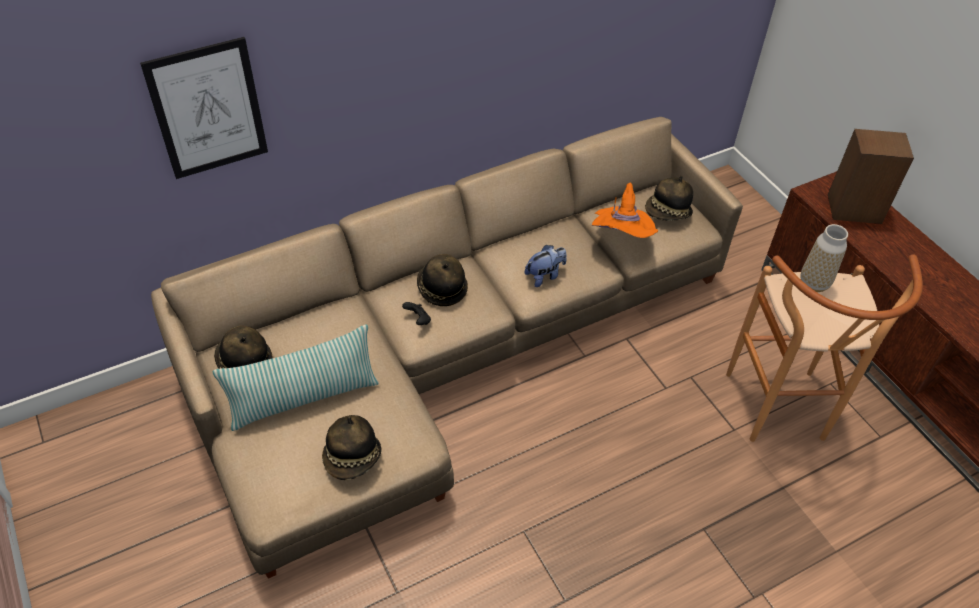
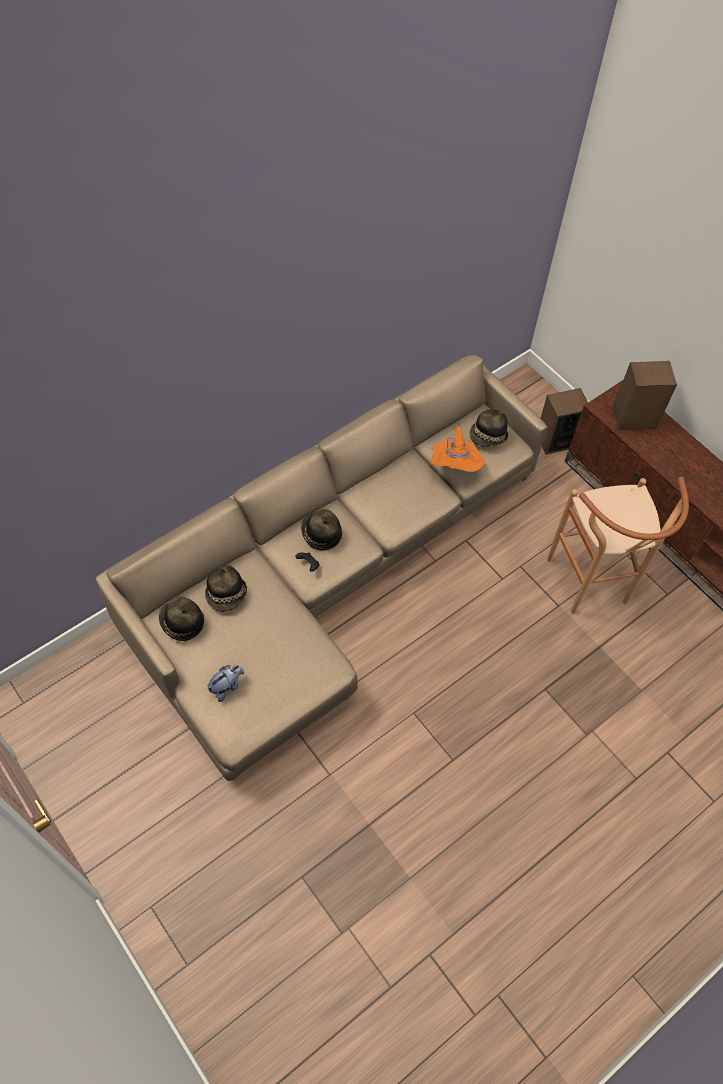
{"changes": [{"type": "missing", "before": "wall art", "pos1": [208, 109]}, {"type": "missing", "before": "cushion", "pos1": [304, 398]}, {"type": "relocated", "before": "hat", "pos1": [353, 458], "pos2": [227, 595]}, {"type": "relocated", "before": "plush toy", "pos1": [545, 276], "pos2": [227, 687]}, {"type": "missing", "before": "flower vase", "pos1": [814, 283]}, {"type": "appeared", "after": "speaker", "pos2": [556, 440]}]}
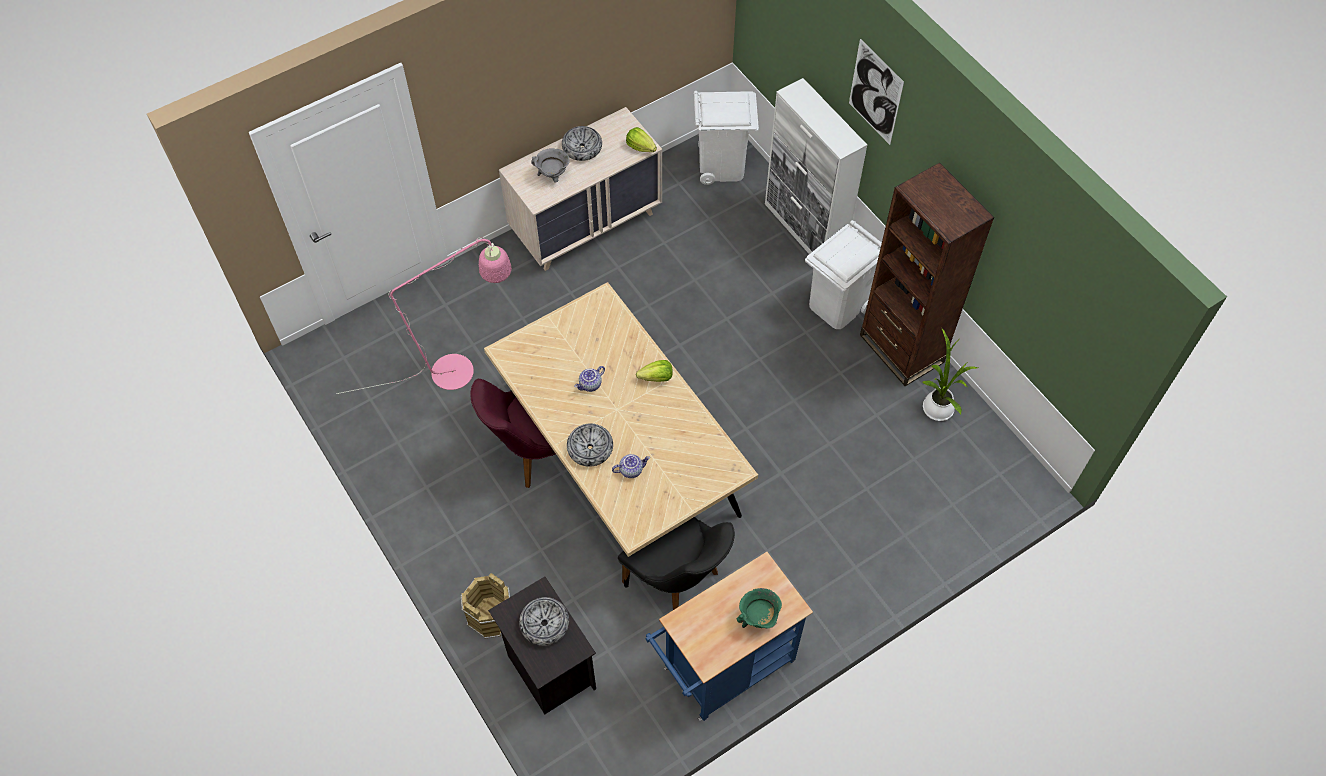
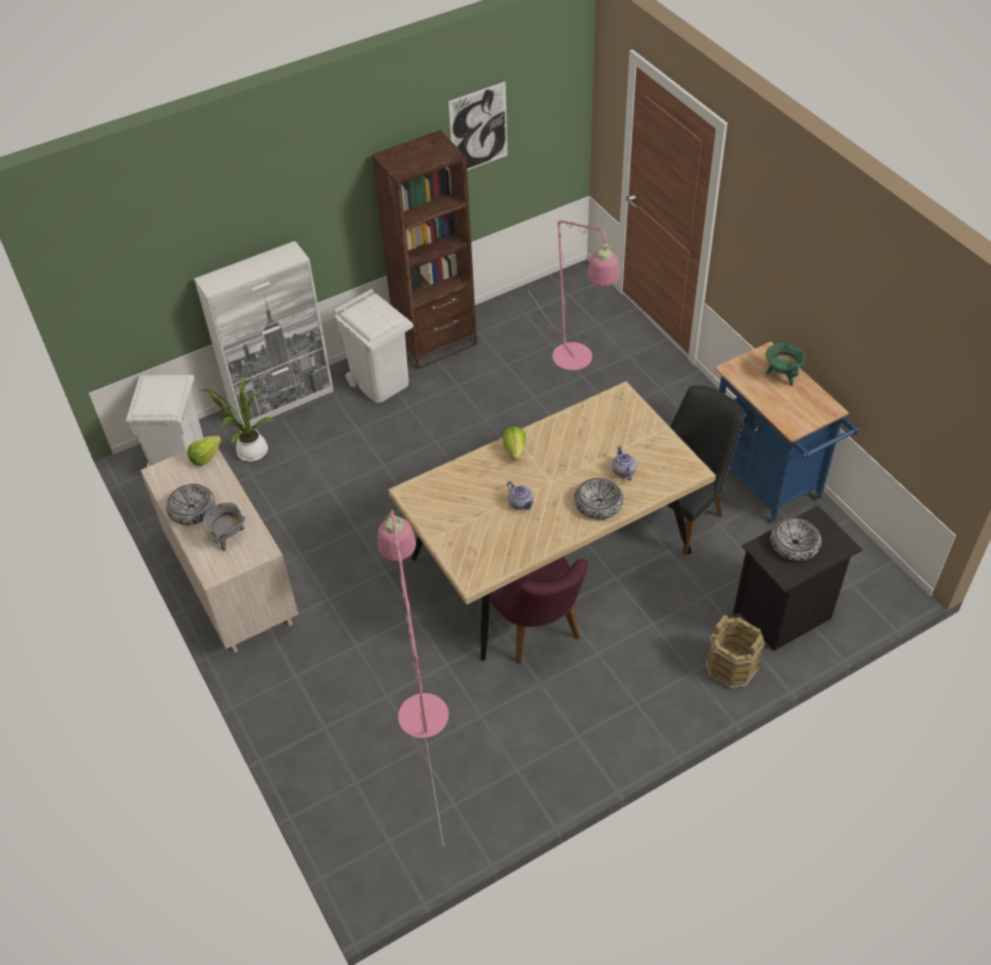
{"changes": [{"type": "relocated", "before": "wall art", "pos1": [875, 92], "pos2": [478, 129]}, {"type": "relocated", "before": "potted plant", "pos1": [937, 406], "pos2": [249, 451]}, {"type": "appeared", "after": "pinkish floor lamp", "pos2": [577, 363]}]}
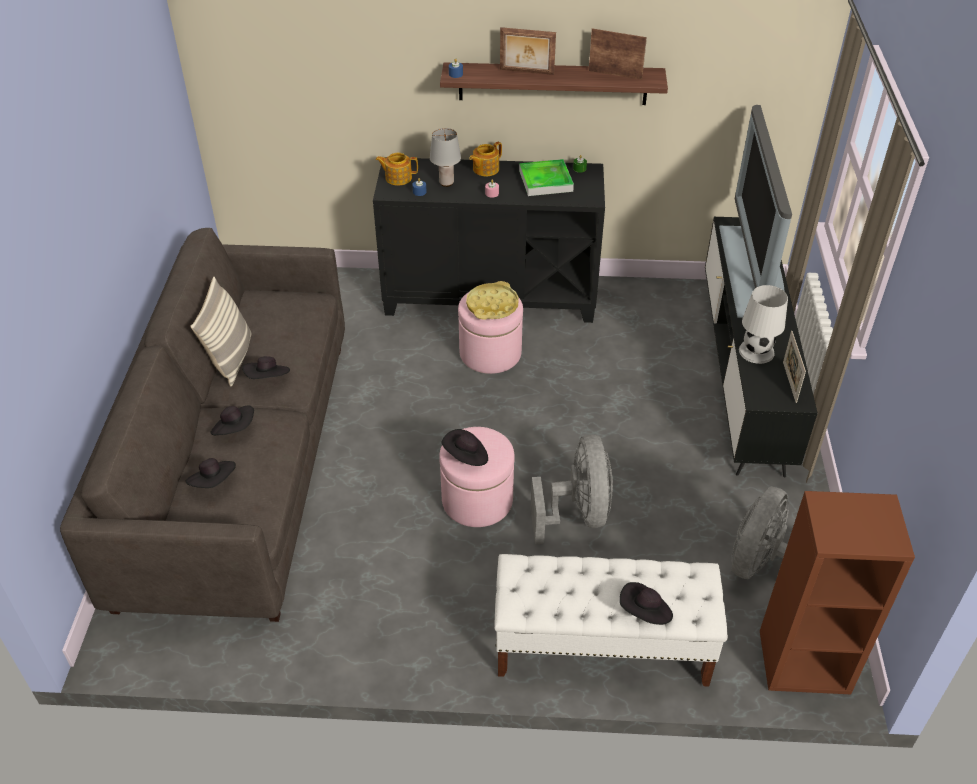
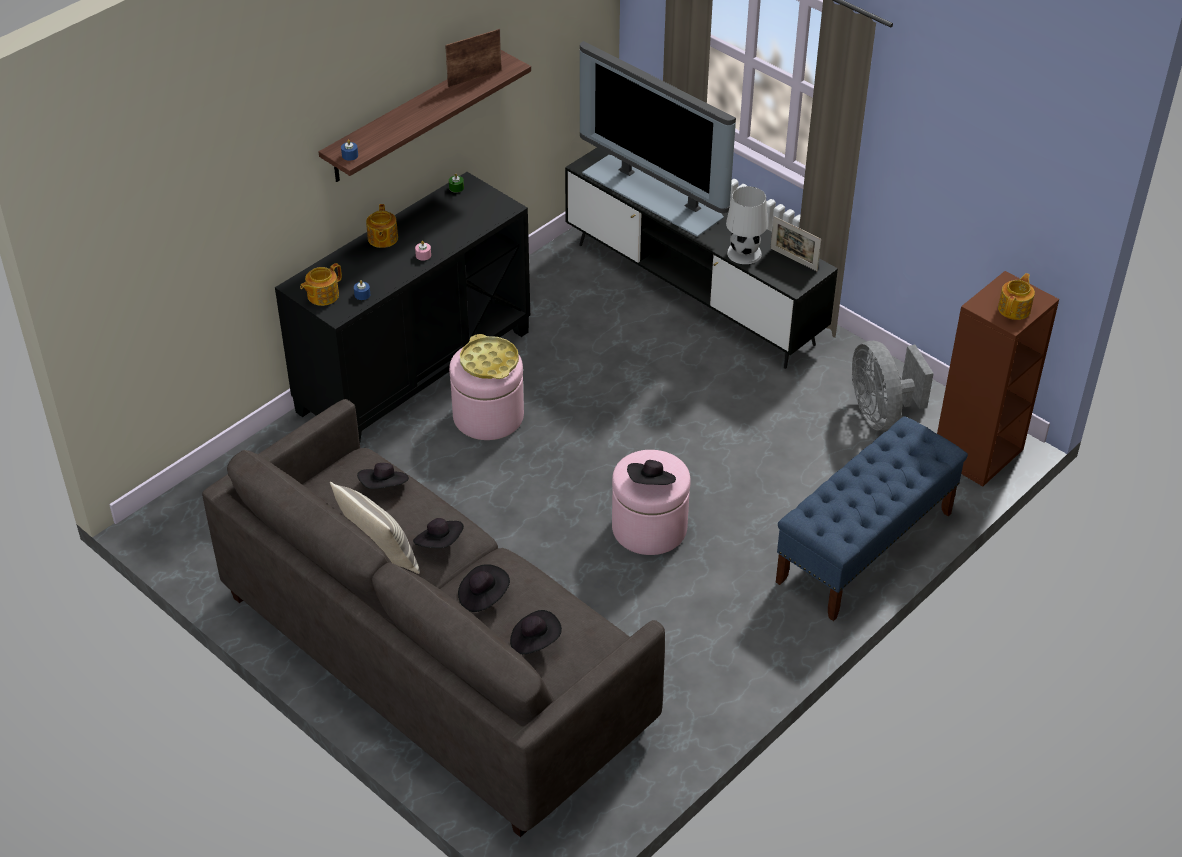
{"changes": [{"type": "missing", "before": "grey table lamp", "pos1": [446, 183]}, {"type": "colour", "before": "white indoor bench", "after": "bluish indoor bench", "pos1": [601, 647], "pos2": [864, 548]}, {"type": "missing", "before": "standing frame", "pos1": [526, 72]}, {"type": "missing", "before": "serving tray", "pos1": [545, 181]}, {"type": "missing", "before": "grey cooling fan", "pos1": [577, 514]}, {"type": "relocated", "before": "blackish hat", "pos1": [645, 613], "pos2": [384, 487]}, {"type": "appeared", "after": "teapot", "pos2": [1015, 309]}]}
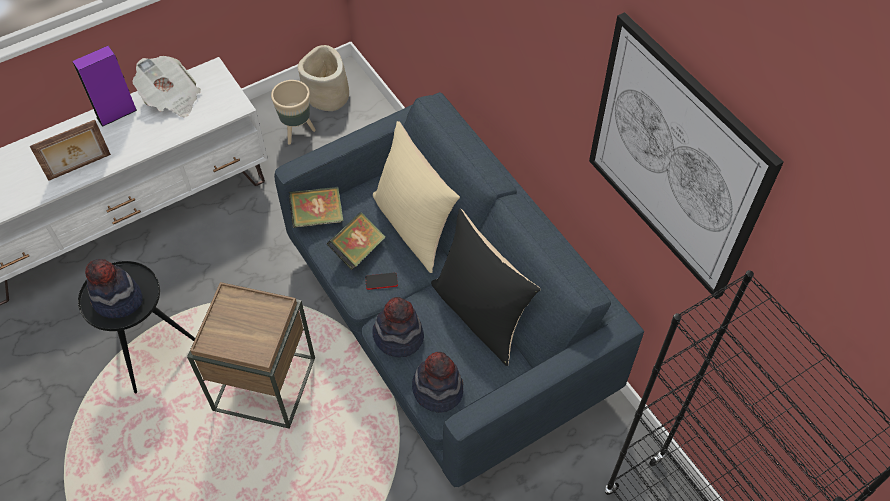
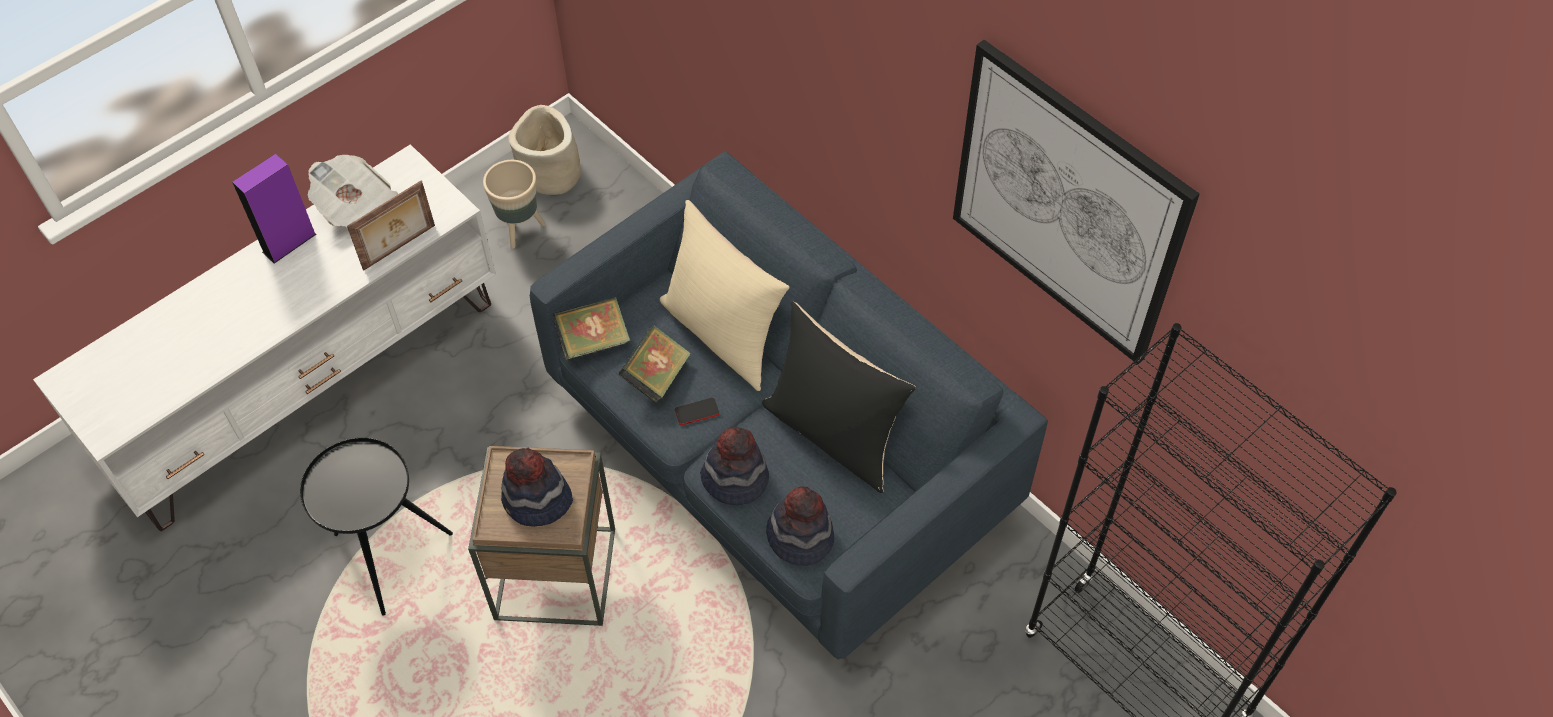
{"changes": [{"type": "relocated", "before": "standing frame", "pos1": [80, 168], "pos2": [400, 248]}, {"type": "relocated", "before": "hat", "pos1": [117, 300], "pos2": [537, 501]}]}
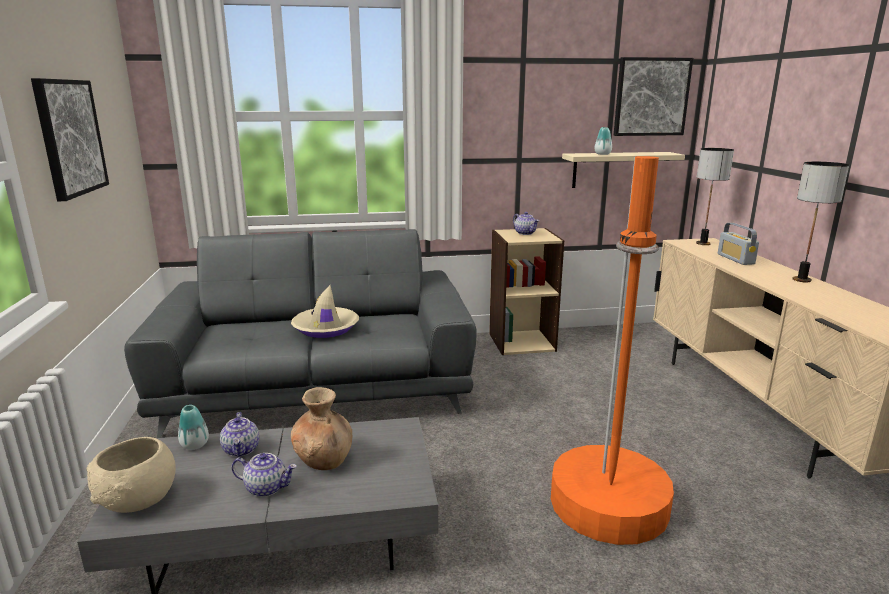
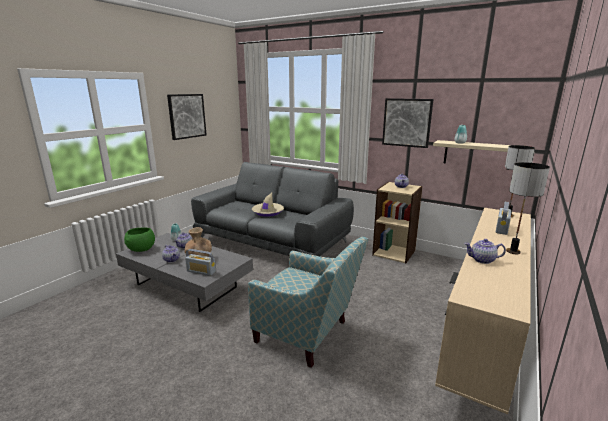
{"changes": [{"type": "colour", "before": "sand-coloured bowl", "after": "greenish bowl", "pos1": [137, 501], "pos2": [141, 249]}, {"type": "exchanged", "before": "orange floor lamp", "after": "armchair", "pos1": [609, 504], "pos2": [309, 335]}, {"type": "relocated", "before": "wall art", "pos1": [651, 97], "pos2": [407, 122]}, {"type": "appeared", "after": "radio receiver", "pos2": [201, 271]}, {"type": "appeared", "after": "teapot", "pos2": [482, 260]}]}
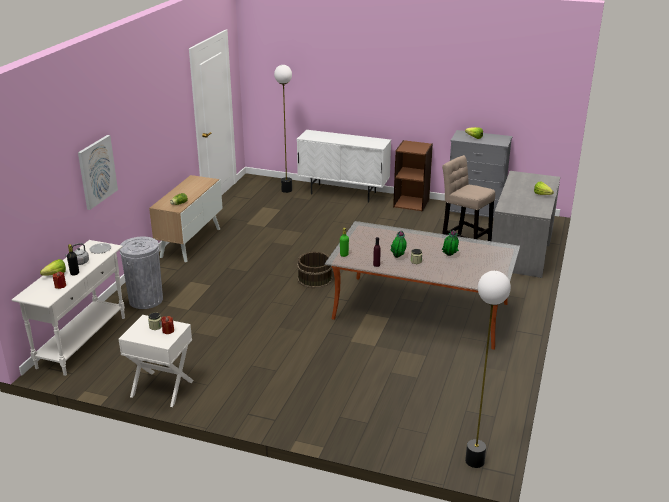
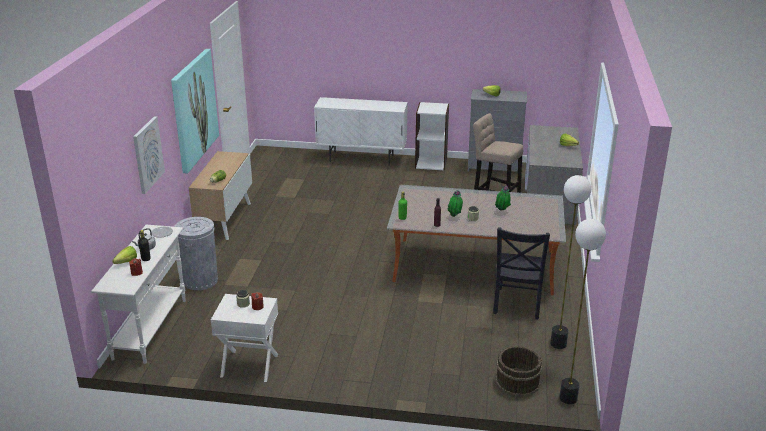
{"changes": [{"type": "relocated", "before": "floor lamp", "pos1": [286, 190], "pos2": [558, 344]}, {"type": "relocated", "before": "brown bucket", "pos1": [314, 279], "pos2": [517, 381]}, {"type": "colour", "before": "brown bookshelf", "after": "white bookshelf", "pos1": [411, 203], "pos2": [431, 163]}, {"type": "appeared", "after": "wall art", "pos2": [193, 109]}, {"type": "appeared", "after": "blackish upright chair", "pos2": [517, 305]}]}
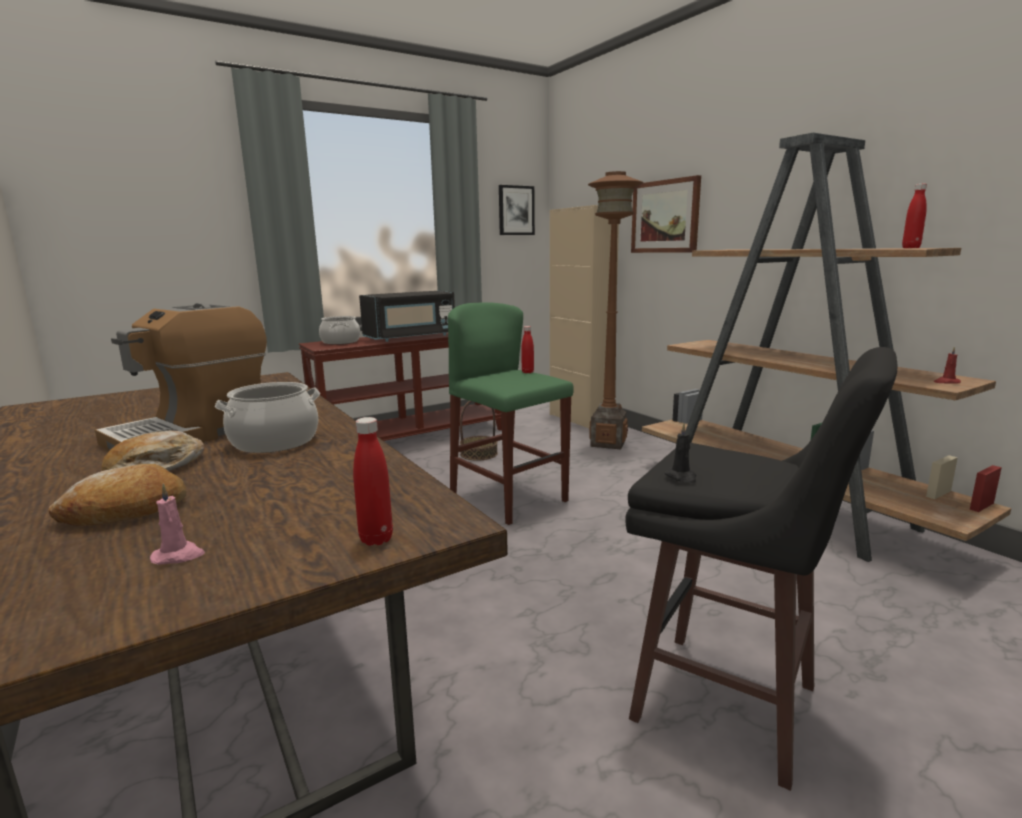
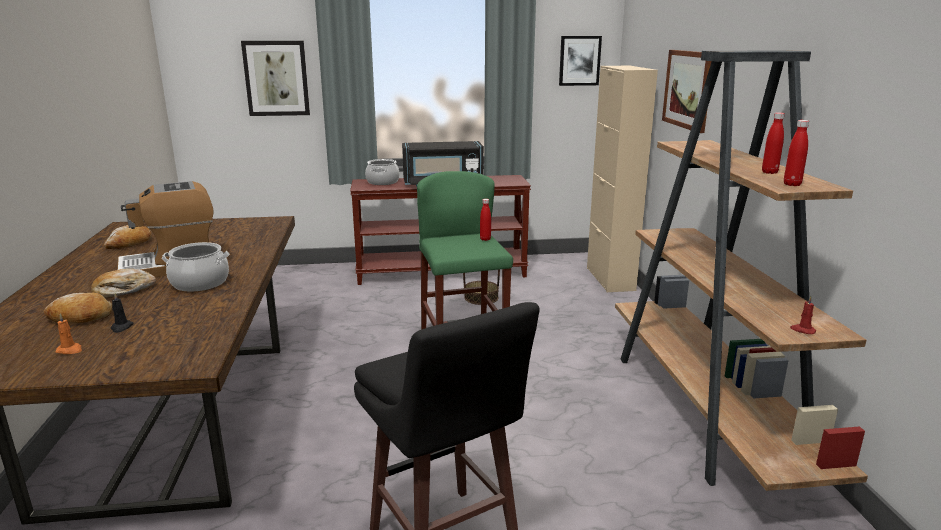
{"changes": [{"type": "colour", "before": "pinkish candle", "after": "orange candle", "pos1": [179, 556], "pos2": [70, 350]}, {"type": "relocated", "before": "reddish drink bottle", "pos1": [376, 539], "pos2": [769, 172]}, {"type": "missing", "before": "brown floor lamp", "pos1": [607, 443]}, {"type": "relocated", "before": "blackish candle", "pos1": [681, 477], "pos2": [121, 327]}, {"type": "appeared", "after": "bread", "pos2": [130, 243]}, {"type": "appeared", "after": "wall art", "pos2": [276, 78]}]}
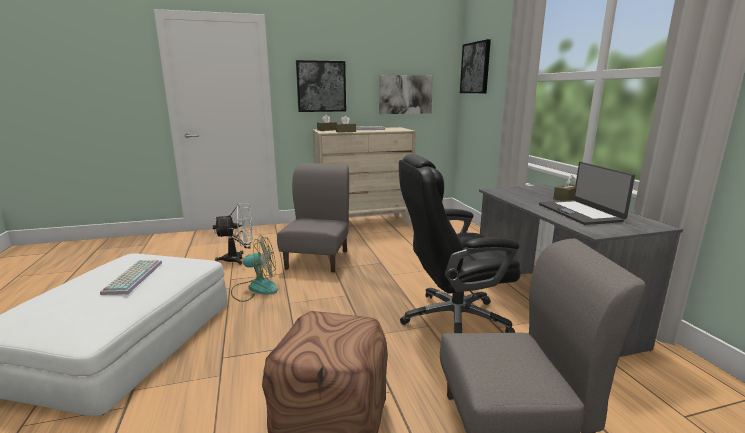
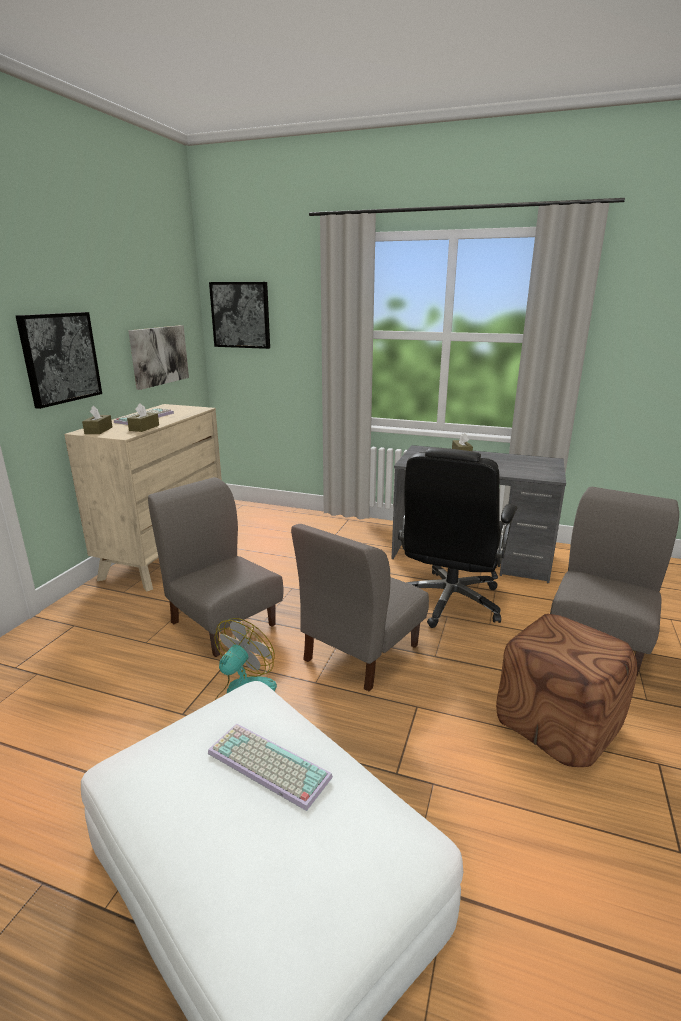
{"changes": [{"type": "missing", "before": "white cooling fan", "pos1": [238, 259]}, {"type": "missing", "before": "laptop", "pos1": [580, 212]}, {"type": "appeared", "after": "grey upright chair", "pos2": [360, 652]}]}
